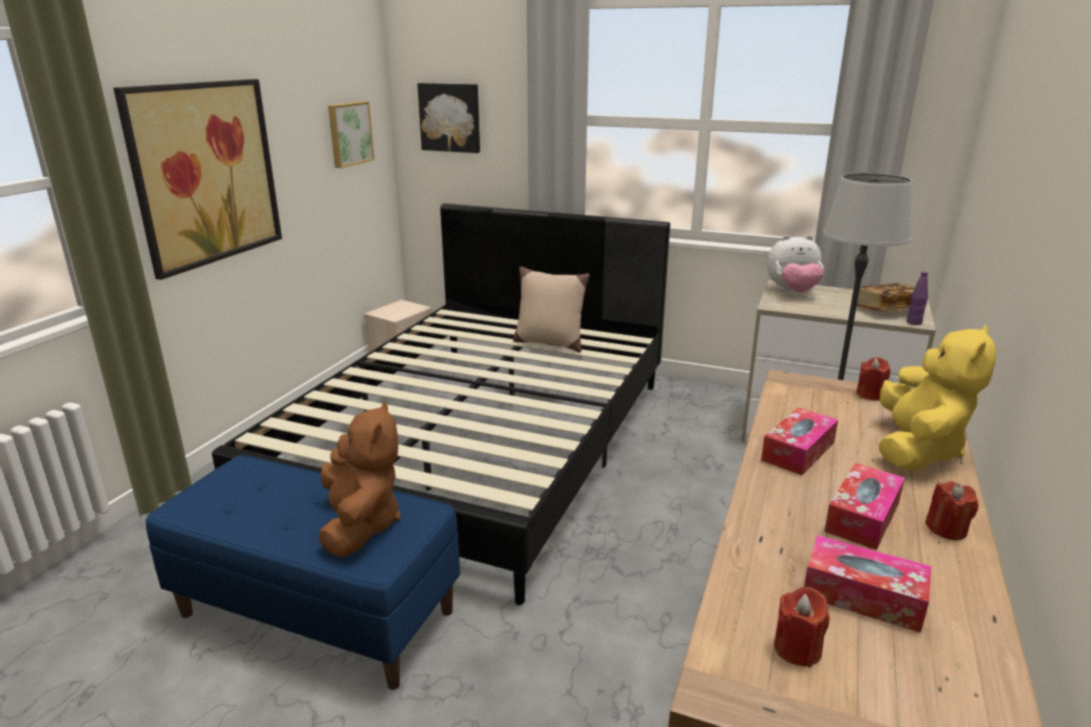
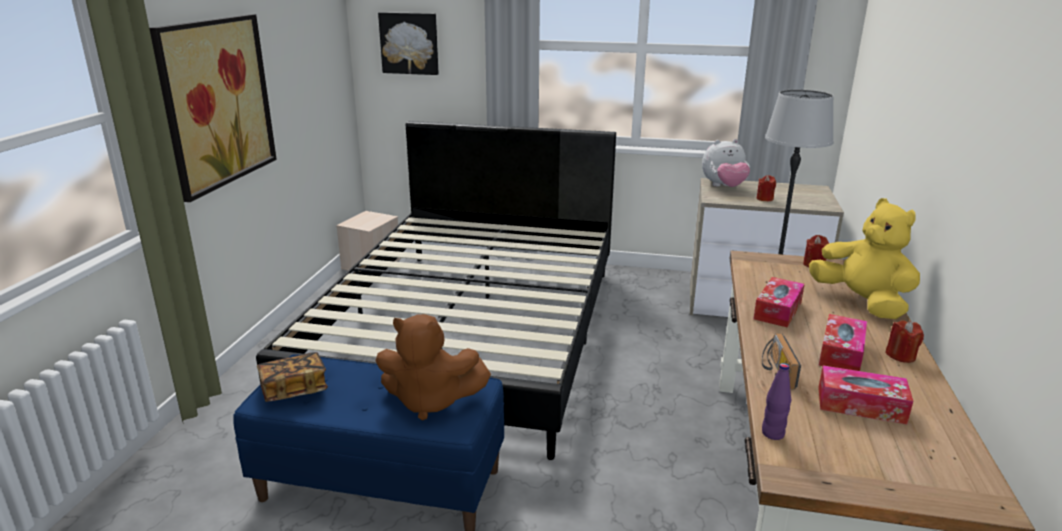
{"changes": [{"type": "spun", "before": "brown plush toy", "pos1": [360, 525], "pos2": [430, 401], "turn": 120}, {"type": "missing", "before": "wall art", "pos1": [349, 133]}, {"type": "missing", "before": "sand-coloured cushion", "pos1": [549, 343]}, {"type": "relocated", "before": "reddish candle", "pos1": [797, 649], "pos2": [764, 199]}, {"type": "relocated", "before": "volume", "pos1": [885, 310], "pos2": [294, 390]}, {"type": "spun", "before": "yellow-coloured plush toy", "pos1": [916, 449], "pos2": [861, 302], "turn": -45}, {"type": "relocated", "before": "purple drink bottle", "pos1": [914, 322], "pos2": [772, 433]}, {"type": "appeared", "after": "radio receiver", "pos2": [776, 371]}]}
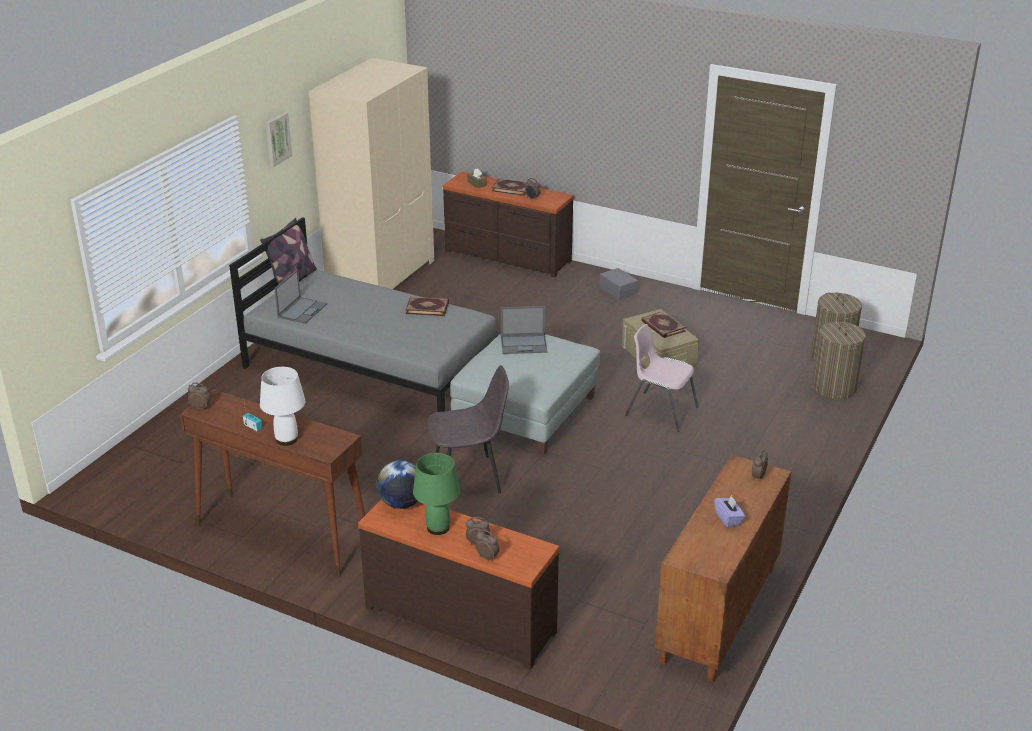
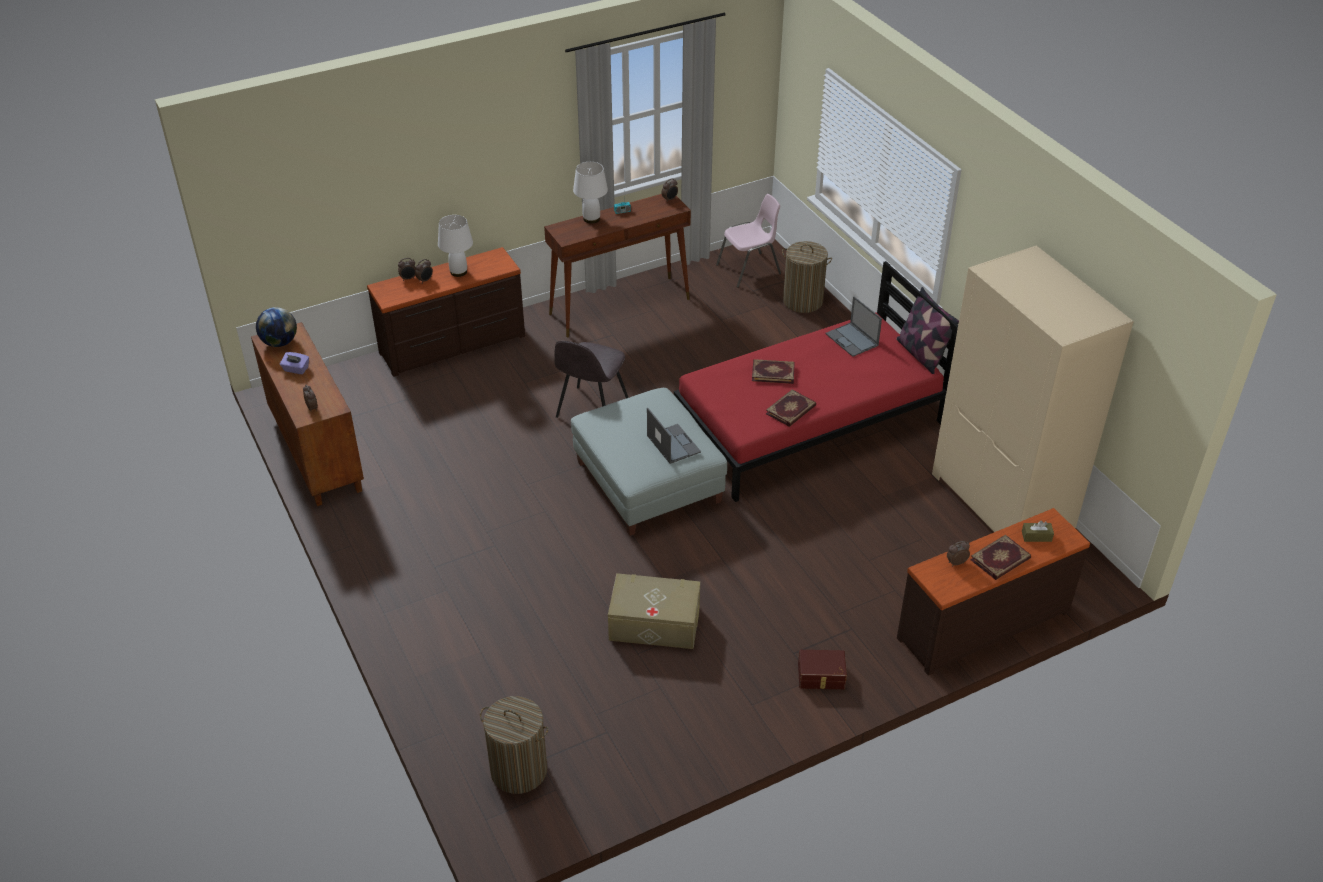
{"changes": [{"type": "colour", "before": "grey sleeping bed", "after": "reddish sleeping bed", "pos1": [372, 368], "pos2": [809, 425]}, {"type": "missing", "before": "wall art", "pos1": [277, 139]}, {"type": "relocated", "before": "desk globe", "pos1": [401, 503], "pos2": [279, 342]}, {"type": "colour", "before": "greenish table lamp", "after": "white table lamp", "pos1": [438, 528], "pos2": [458, 272]}, {"type": "spun", "before": "laptop", "pos1": [524, 344], "pos2": [673, 443], "turn": 120}, {"type": "colour", "before": "grey storage bin", "after": "brown storage bin", "pos1": [619, 290], "pos2": [821, 677]}, {"type": "relocated", "before": "pinkish upright chair", "pos1": [660, 411], "pos2": [750, 269]}, {"type": "relocated", "before": "volume", "pos1": [662, 326], "pos2": [773, 372]}, {"type": "relocated", "before": "laundry basket", "pos1": [834, 387], "pos2": [803, 301]}]}
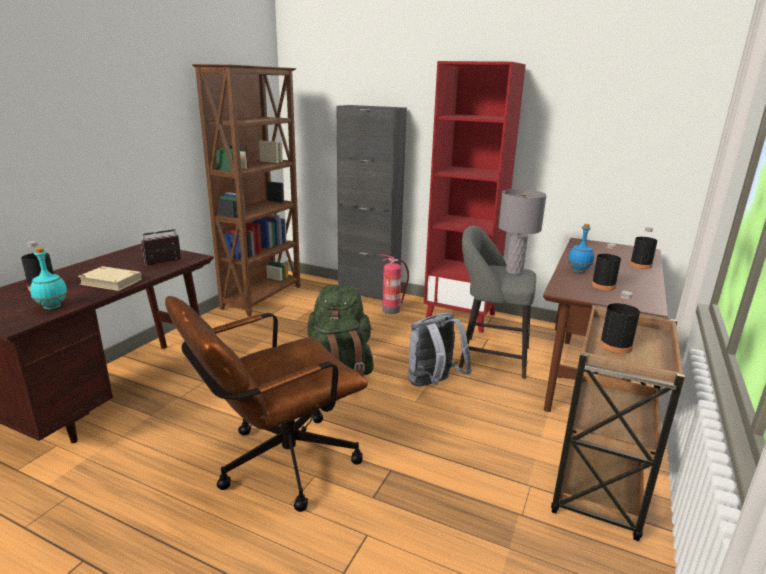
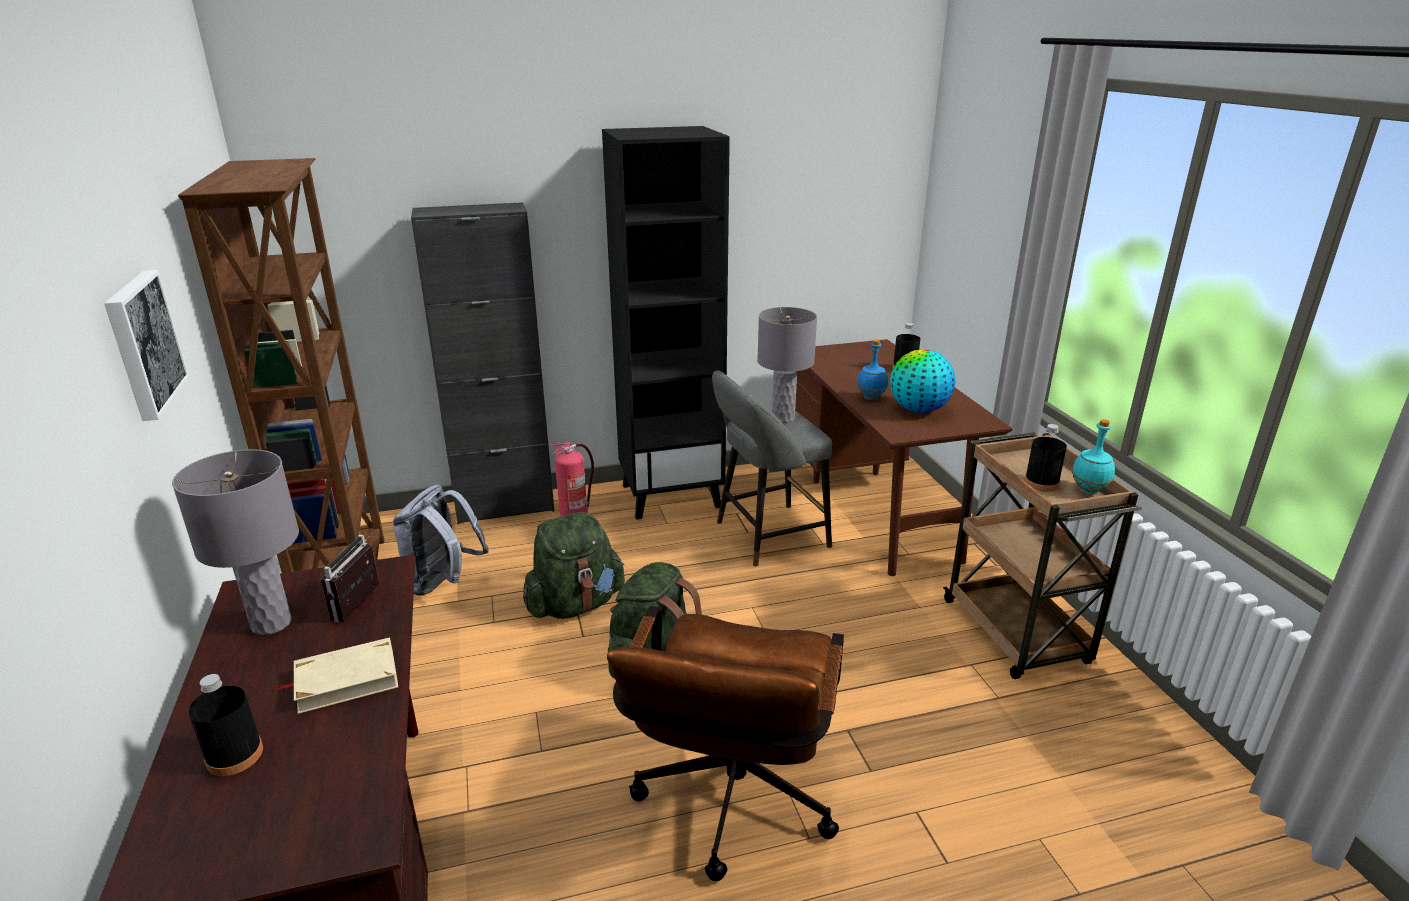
{"changes": [{"type": "relocated", "before": "blue-green drink bottle", "pos1": [52, 307], "pos2": [1088, 490]}, {"type": "relocated", "before": "grey backpack", "pos1": [433, 384], "pos2": [442, 583]}, {"type": "colour", "before": "reddish bookshelf", "after": "blackish bookshelf", "pos1": [461, 317], "pos2": [671, 495]}, {"type": "exchanged", "before": "blackish drink bottle", "after": "desk globe", "pos1": [603, 286], "pos2": [918, 410]}, {"type": "appeared", "after": "wall art", "pos2": [142, 343]}, {"type": "appeared", "after": "grey table lamp", "pos2": [271, 623]}]}
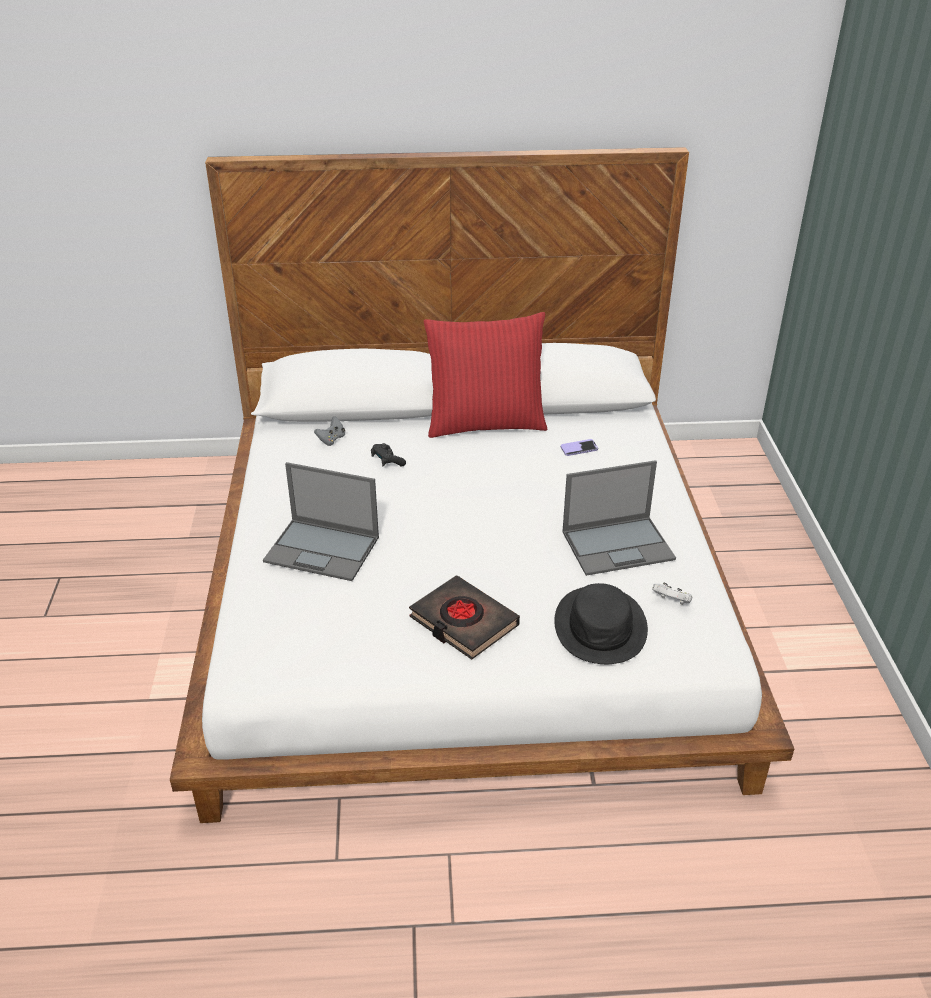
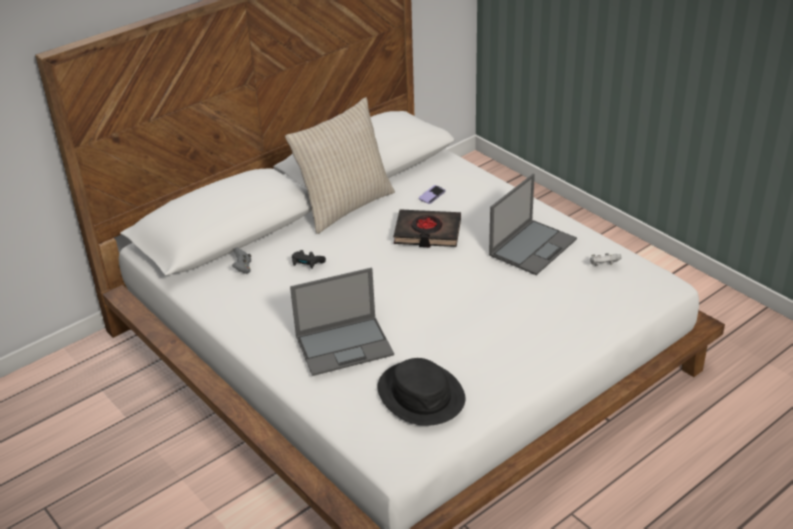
{"changes": [{"type": "relocated", "before": "blackish volume", "pos1": [463, 622], "pos2": [427, 233]}, {"type": "colour", "before": "reddish cushion", "after": "sand-coloured cushion", "pos1": [485, 423], "pos2": [345, 206]}, {"type": "relocated", "before": "blackish hat", "pos1": [600, 626], "pos2": [421, 394]}]}
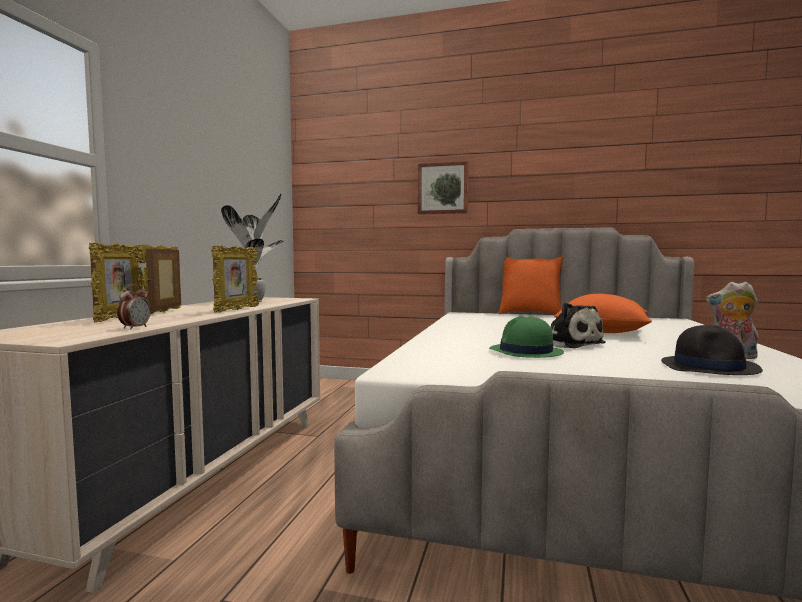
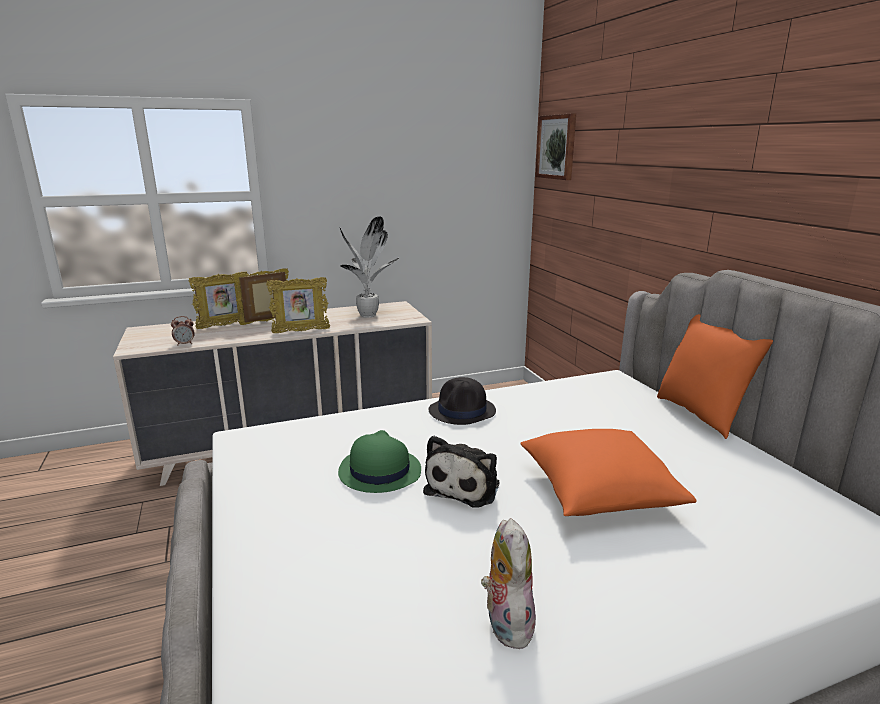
{"changes": [{"type": "relocated", "before": "wall art", "pos1": [443, 188], "pos2": [557, 147]}, {"type": "relocated", "before": "blackish hat", "pos1": [709, 367], "pos2": [462, 411]}]}
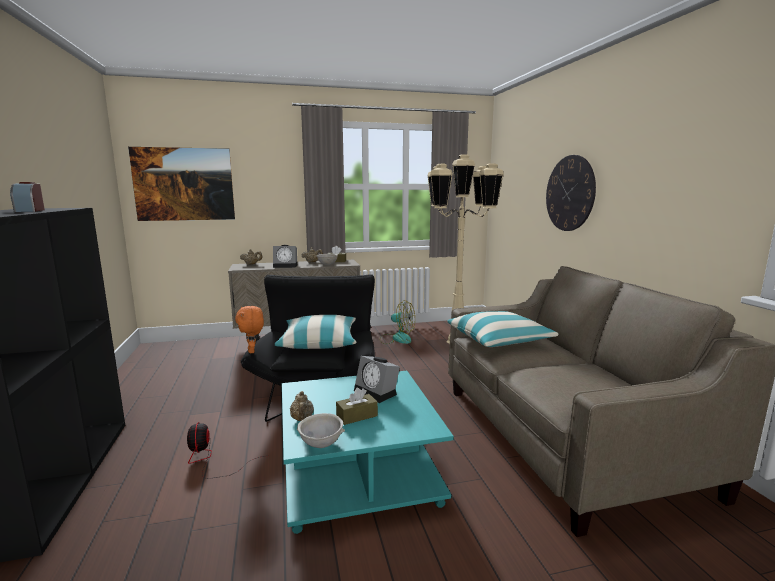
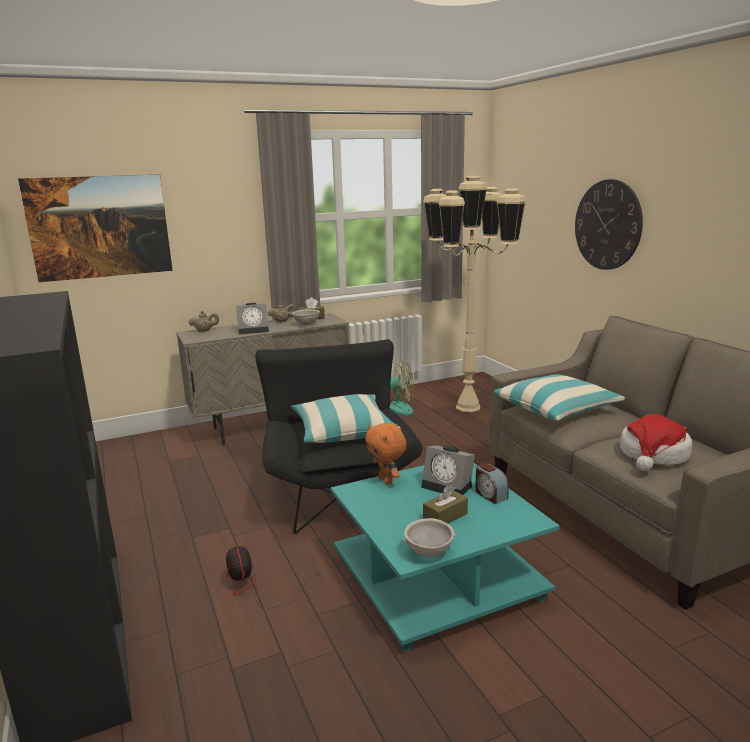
{"changes": [{"type": "relocated", "before": "table clock", "pos1": [30, 211], "pos2": [490, 495]}, {"type": "relocated", "before": "orange plush toy", "pos1": [252, 351], "pos2": [387, 480]}, {"type": "missing", "before": "sand-coloured teapot", "pos1": [302, 419]}, {"type": "appeared", "after": "hat", "pos2": [653, 455]}]}
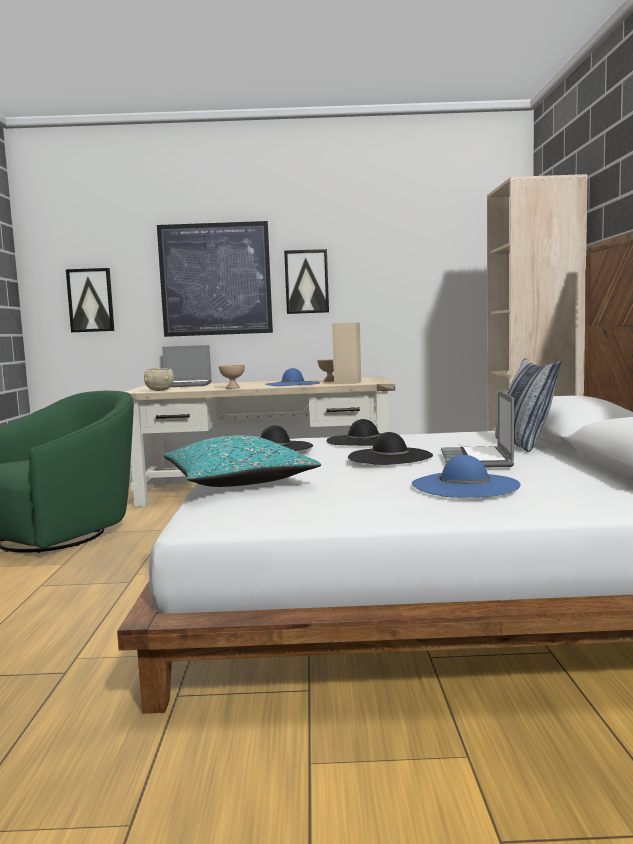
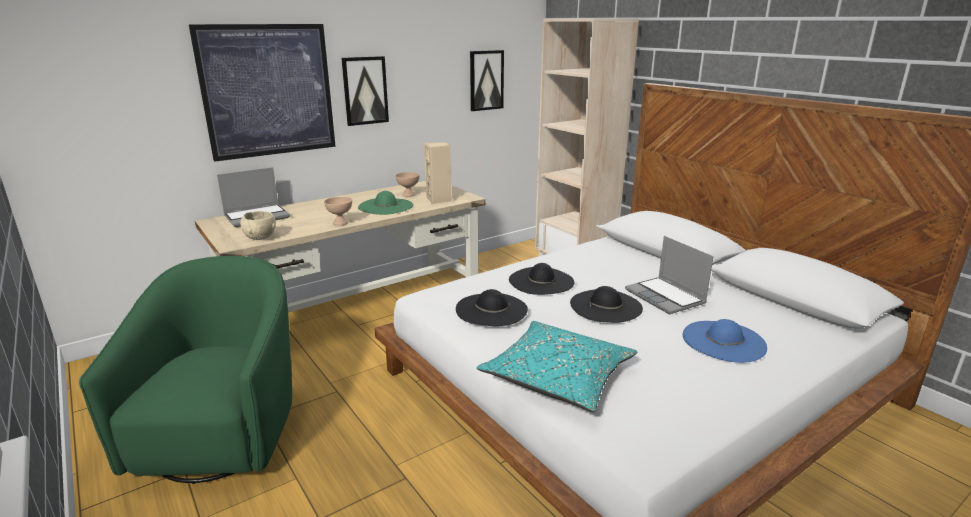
{"changes": [{"type": "relocated", "before": "wall art", "pos1": [90, 300], "pos2": [486, 80]}, {"type": "colour", "before": "bluish hat", "after": "greenish hat", "pos1": [292, 384], "pos2": [385, 206]}, {"type": "missing", "before": "cushion", "pos1": [524, 444]}]}
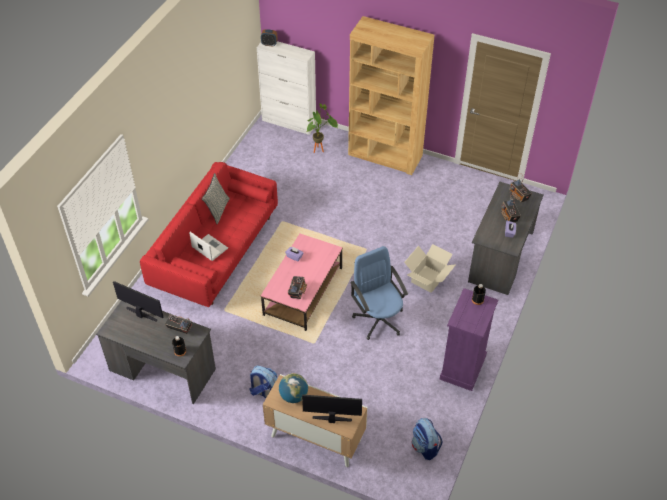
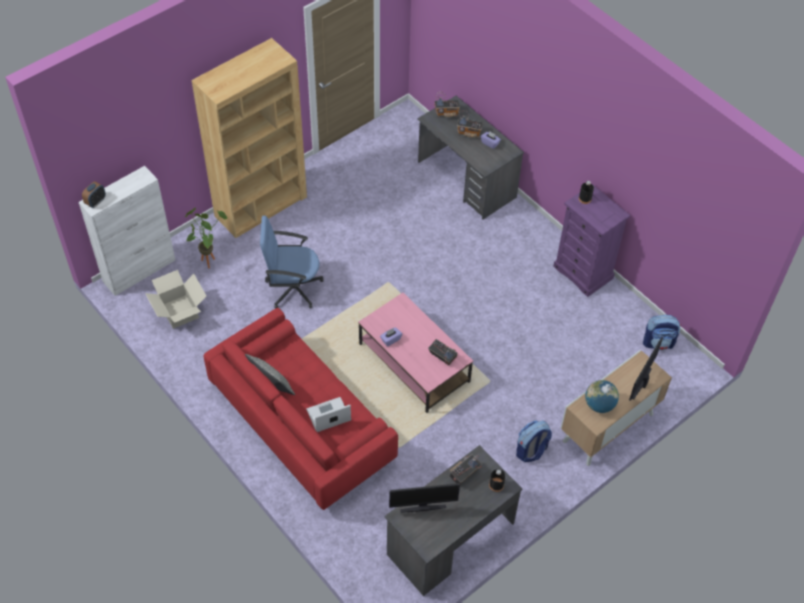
{"changes": [{"type": "spun", "before": "computer screen", "pos1": [141, 315], "pos2": [423, 507], "turn": -150}, {"type": "relocated", "before": "bluish office chair", "pos1": [378, 319], "pos2": [292, 288]}, {"type": "relocated", "before": "carton", "pos1": [428, 279], "pos2": [180, 311]}]}
